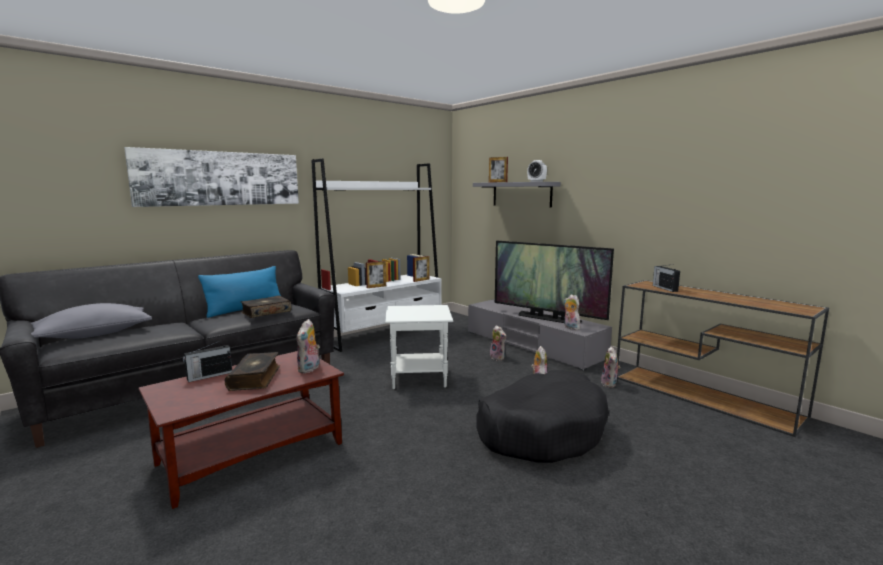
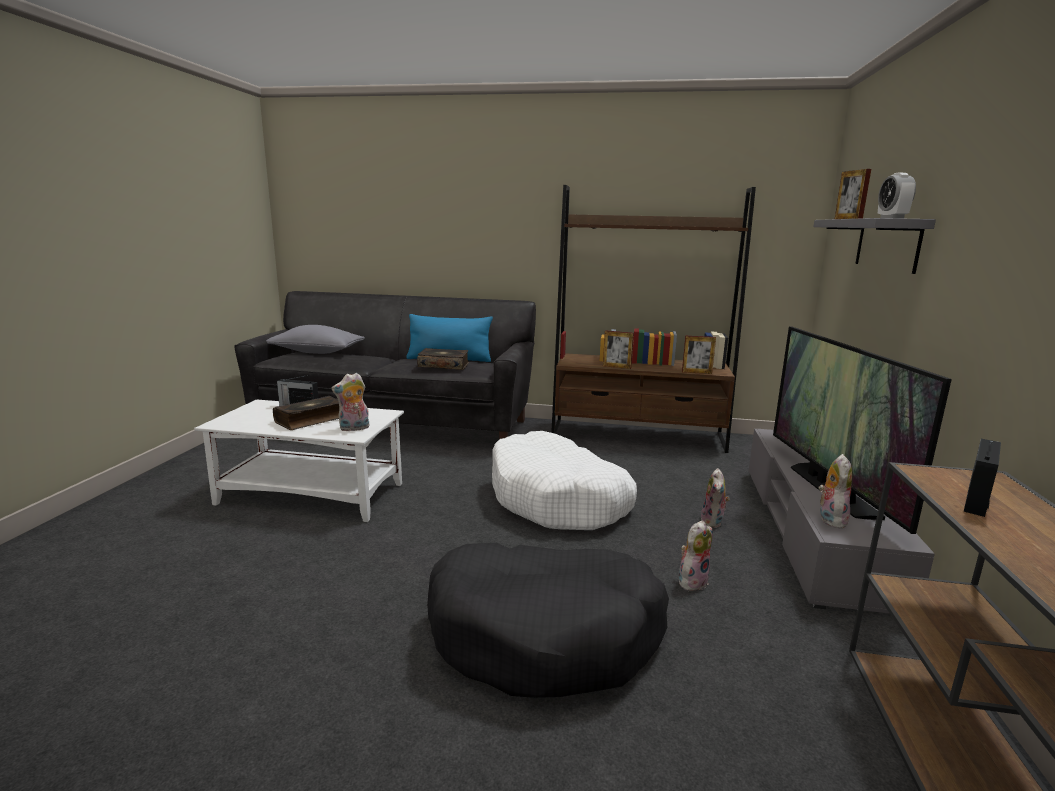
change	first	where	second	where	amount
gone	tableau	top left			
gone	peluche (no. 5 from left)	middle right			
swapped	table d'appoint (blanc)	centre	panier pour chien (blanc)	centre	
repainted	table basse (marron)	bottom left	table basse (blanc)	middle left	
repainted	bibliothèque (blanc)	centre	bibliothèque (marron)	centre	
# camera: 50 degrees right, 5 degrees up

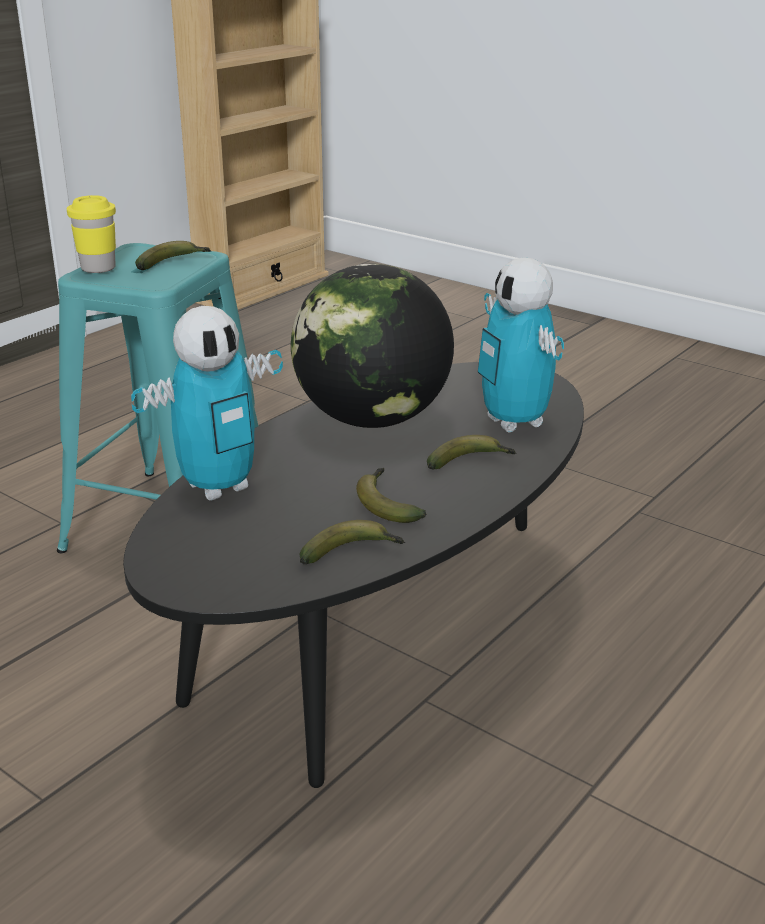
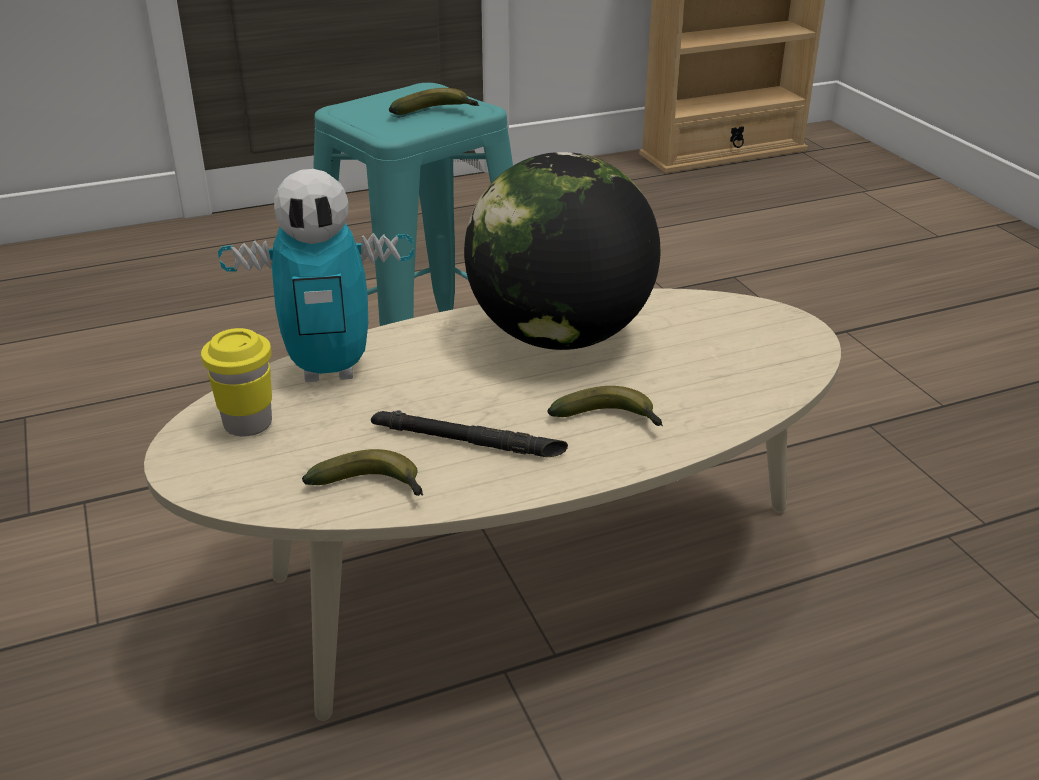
change	first	where	second	where	amount
gone	robot jouet (no. 2 from left)	middle right			
shifted	tasse (jaune)	top left		middle left	
swapped	banane (no. 3 from left)	centre	lampe de poche (noir)	centre	
repainted	table basse (noir)	centre	table basse (beige)	centre	
# camera: 30 degrees right, 5 degrees up

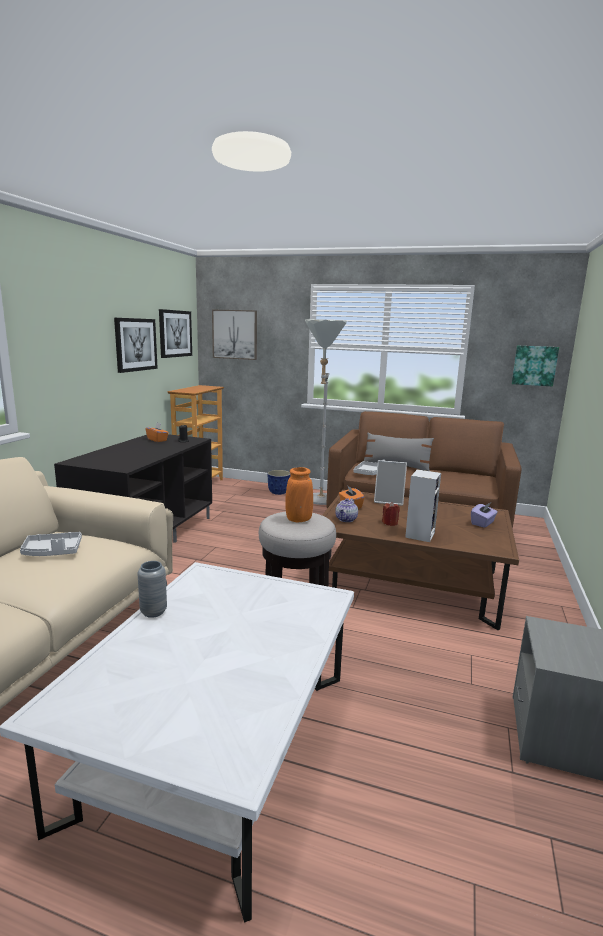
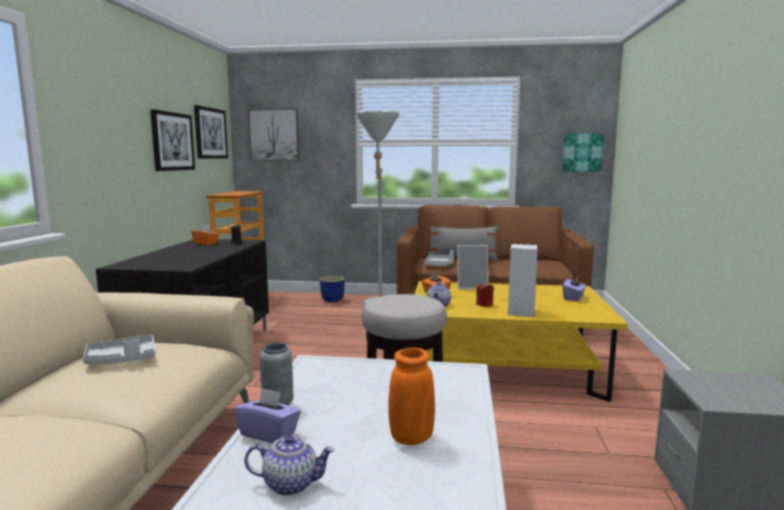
change	first	where	second	where	amount
new			boîte à mouchoirs (violet) (no. 1 from left)	bottom centre	
new			théière (no. 1 from left)	bottom centre	
shifted	vase (orange)	centre		bottom centre	
repainted	table basse (marron)	middle right	table basse (jaune)	bottom centre	
# camera: 10 degrees left, 5 degrees down

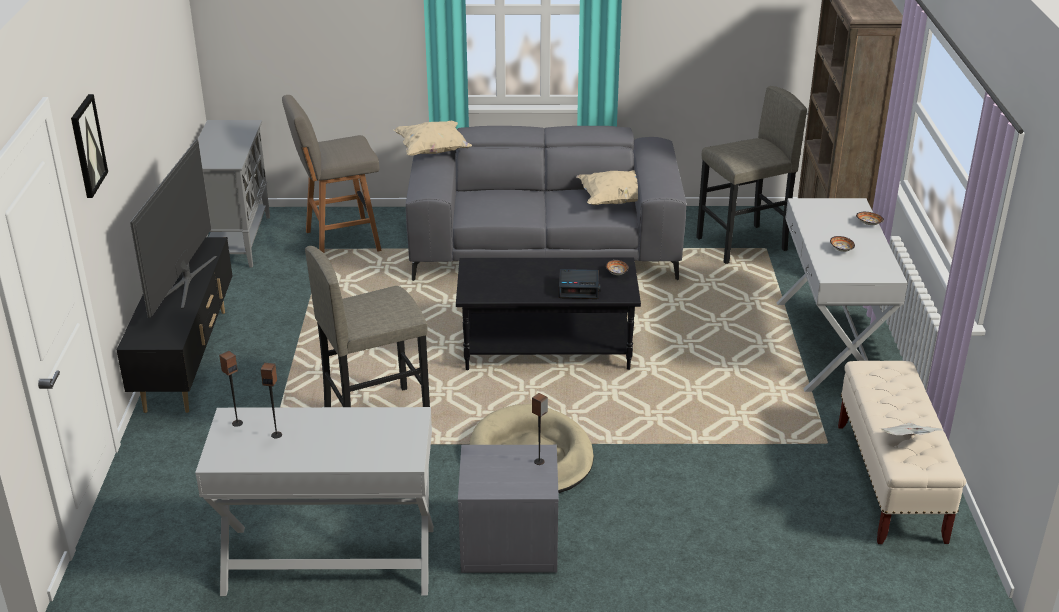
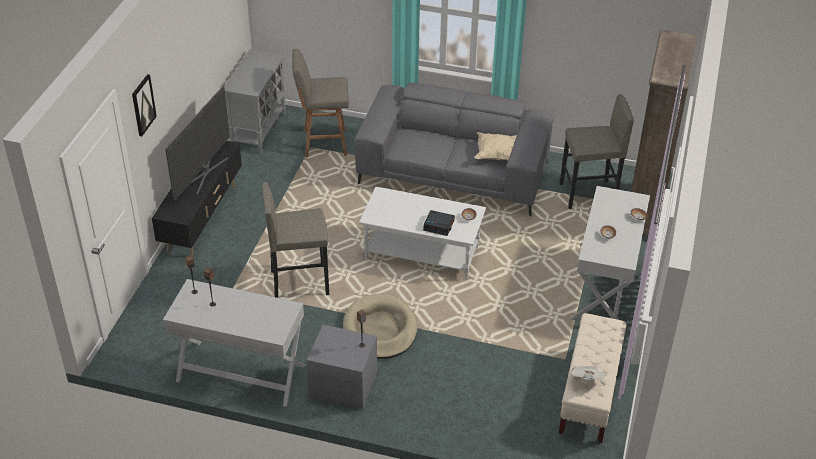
change	first	where	second	where	amount
gone	coussin (beige) (no. 1 from left)	top centre			
repainted	table basse (noir)	centre	table basse (blanc)	centre	
# camera: 15 degrees right, 10 degrees up

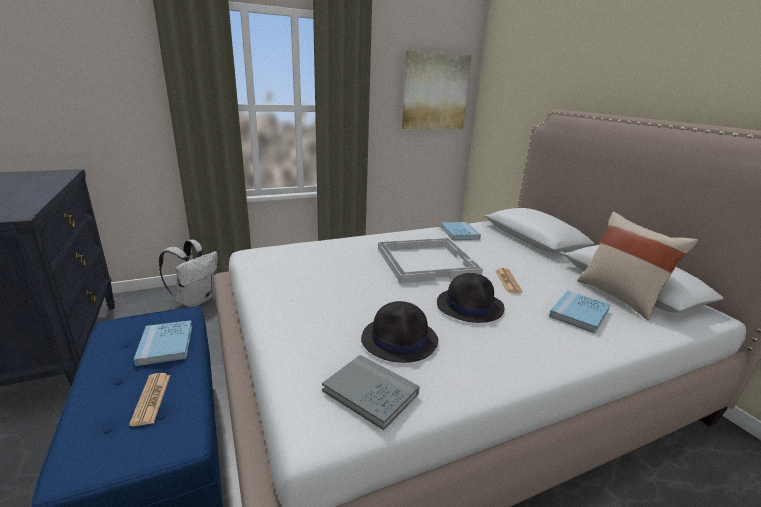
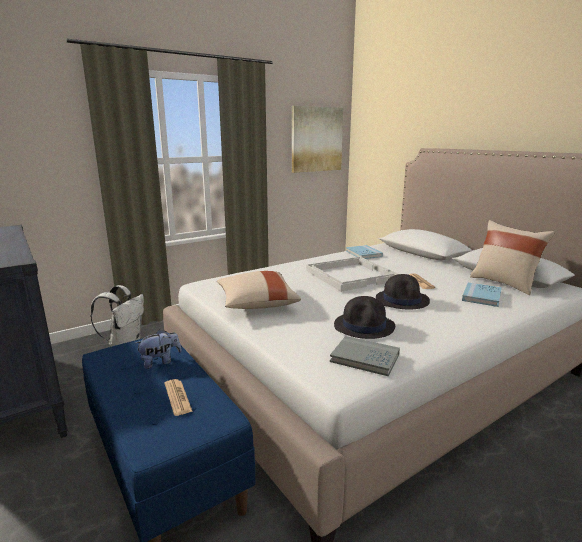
change	first	where	second	where	amount
new			coussin (beige) (no. 1 from left)	centre	
swapped	livre (bleu) (no. 1 from left)	bottom left	peluche	middle left	
# camera: 10 degrees left, 5 degrees down

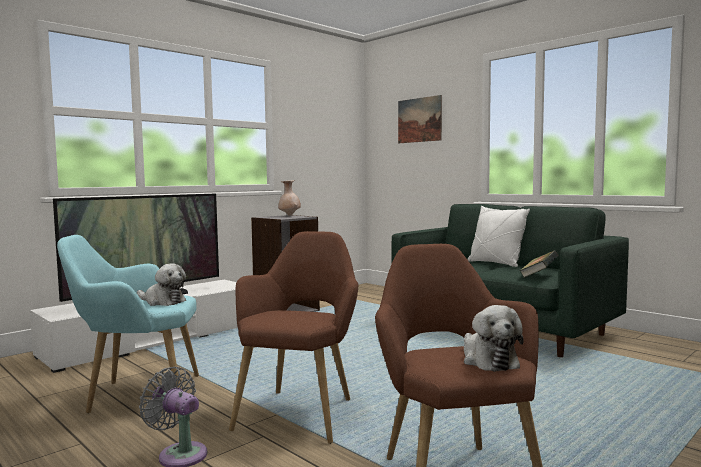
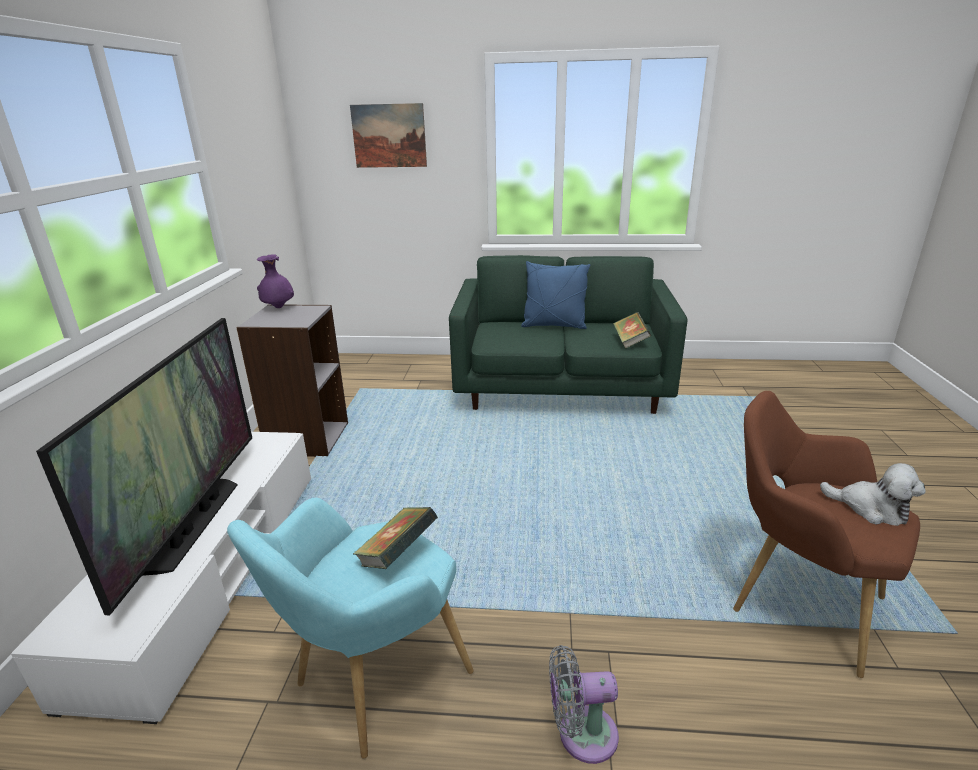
change	first	where	second	where	amount
gone	fauteuil (marron) (no. 1 from left)	bottom centre			
swapped	peluche (no. 1 from left)	middle left	livre (no. 1 from left)	bottom centre	
repainted	vase (beige)	centre	vase (violet)	middle left	
repainted	coussin (blanc)	middle right	coussin (bleu)	centre	
# camera: 40 degrees left, 20 degrees up

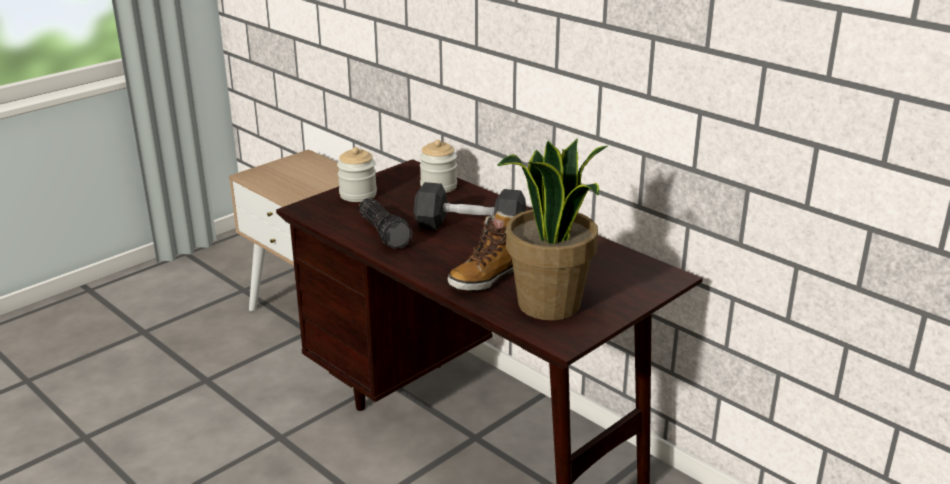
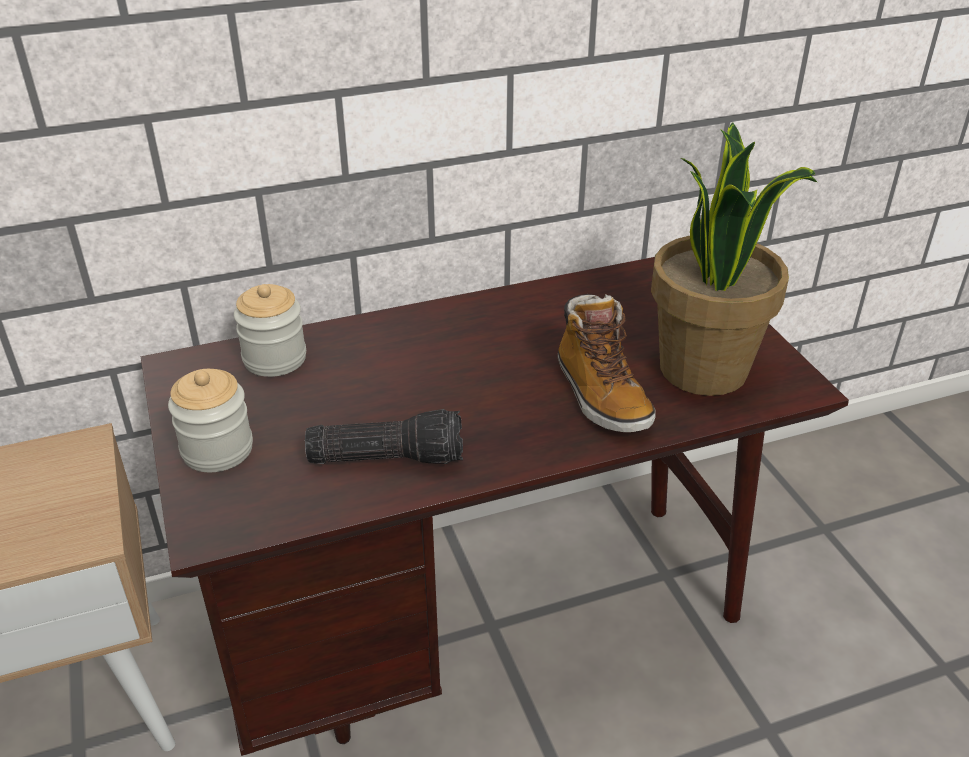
change	first	where	second	where	amount
gone	haltère (noir)	centre			
# camera: 65 degrees left, 10 degrees up

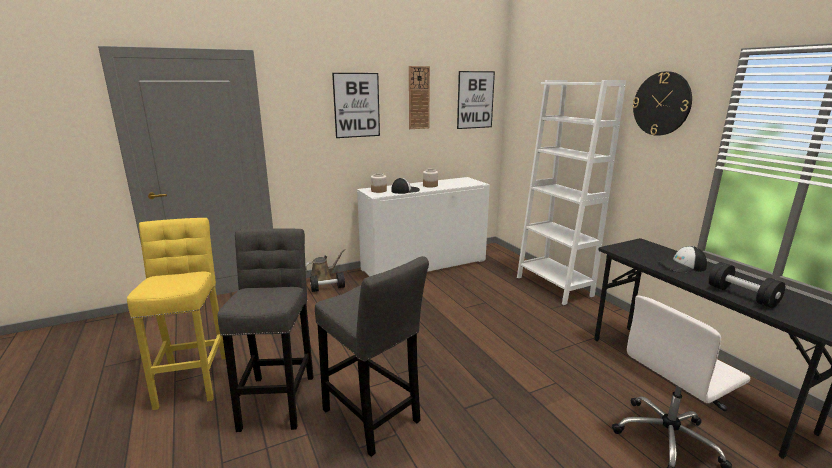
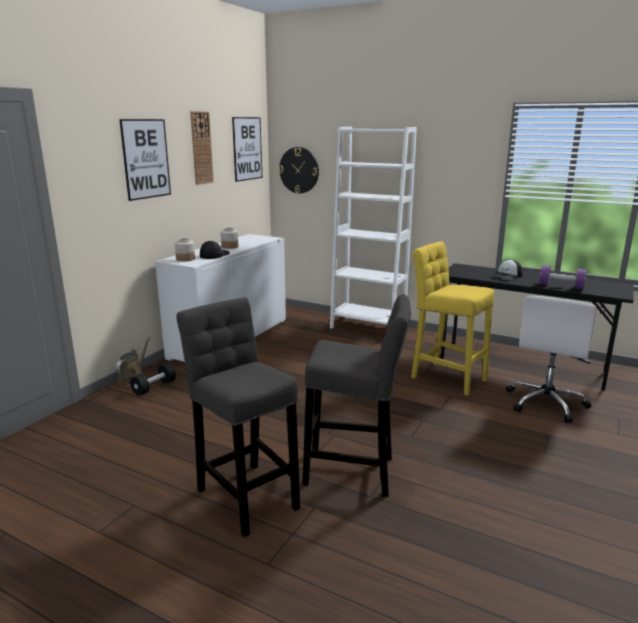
change	first	where	second	where	amount
shifted	tabouret (jaune)	bottom left		middle right	
shifted	horloge murale (no. 2 from left)	top right		top centre	
repainted	haltère (noir) (no. 2 from left)	middle right	haltère (violet)	middle right	
# camera: 35 degrees left, 0 degrees up

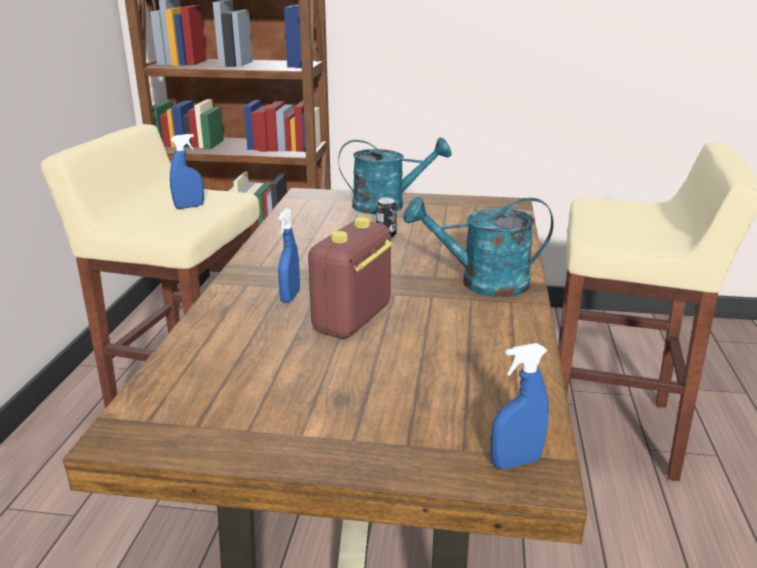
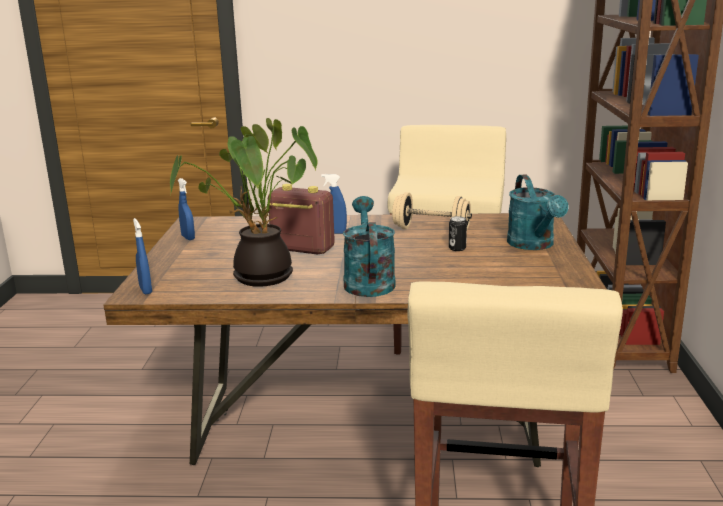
change	first	where	second	where	amount
new			plante en pot	centre	
new			haltère (beige)	centre	
shifted	vaporisateur (bleu) (no. 1 from left in the first image)	top left	vaporisateur (bleu) (no. 2 from left)	middle left	
# camera: 85 degrees right, 5 degrees down

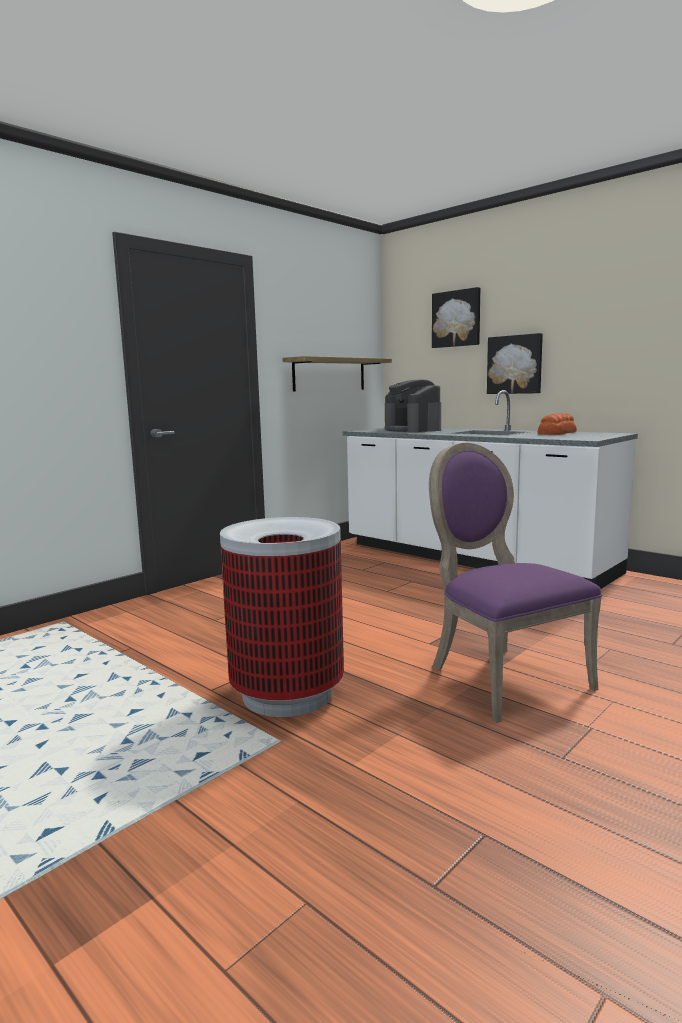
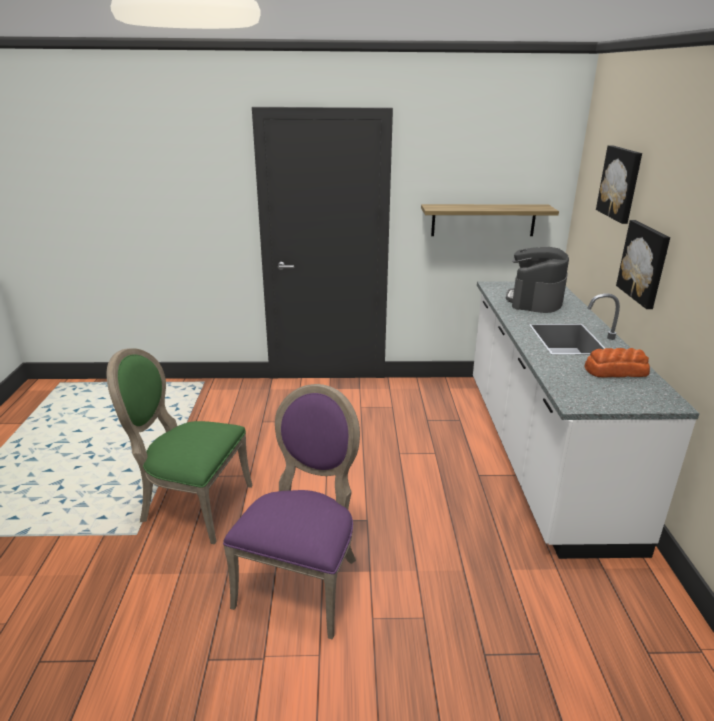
change	first	where	second	where	amount
swapped	poubelle	centre	chaise (vert)	middle left	
# camera: 45 degrees right, 15 degrees up

